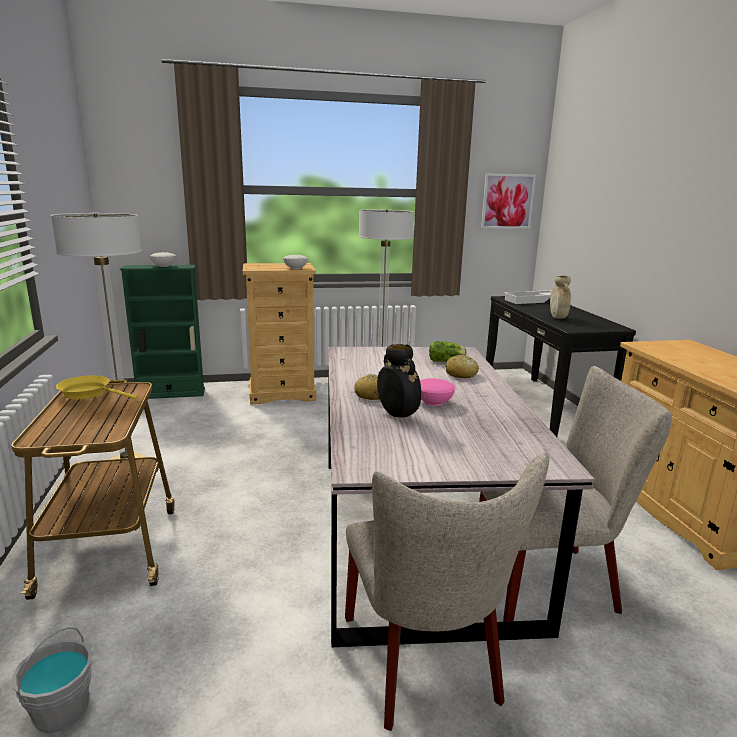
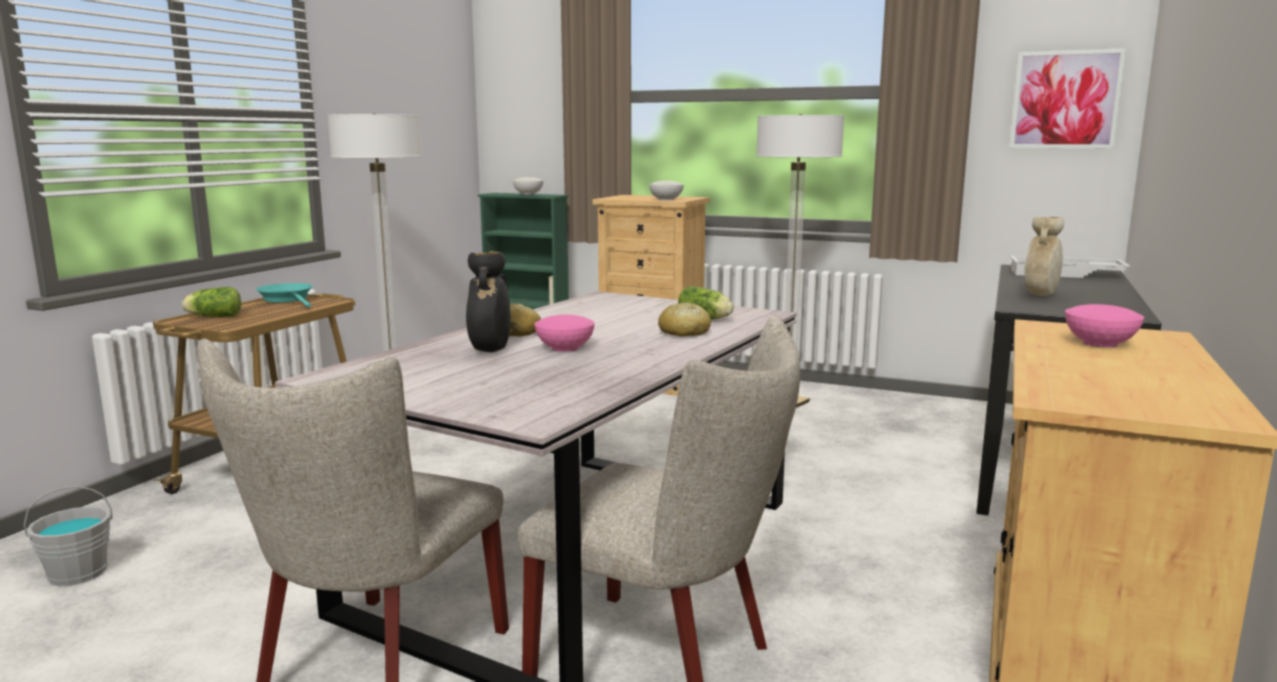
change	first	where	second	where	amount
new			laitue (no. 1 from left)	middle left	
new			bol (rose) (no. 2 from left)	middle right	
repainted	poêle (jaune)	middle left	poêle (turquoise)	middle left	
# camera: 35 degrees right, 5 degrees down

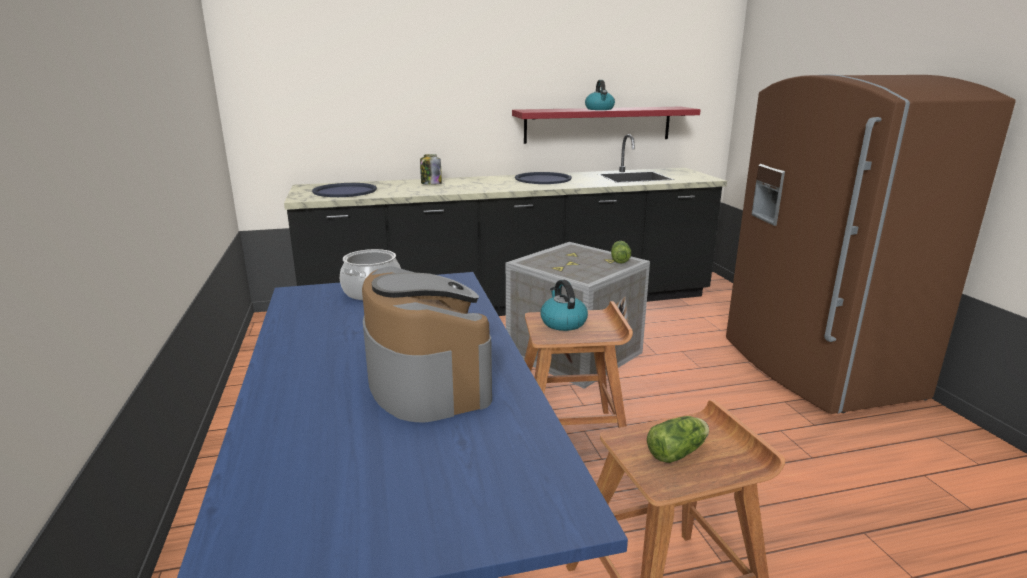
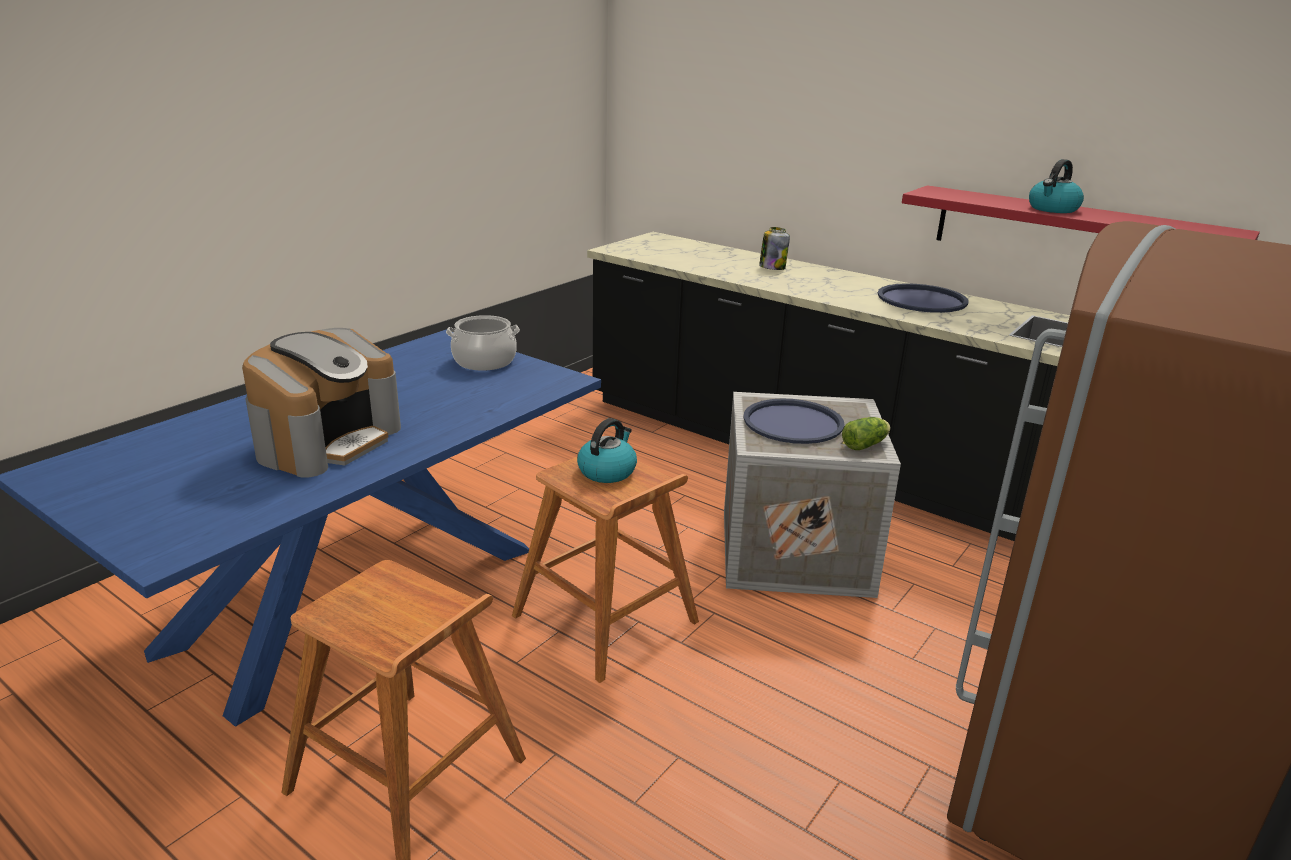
change	first	where	second	where	amount
gone	laitue (no. 2 from left)	bottom centre			
shifted	plateau (bleu) (no. 1 from left)	top centre		centre	
# camera: 50 degrees right, 5 degrees up

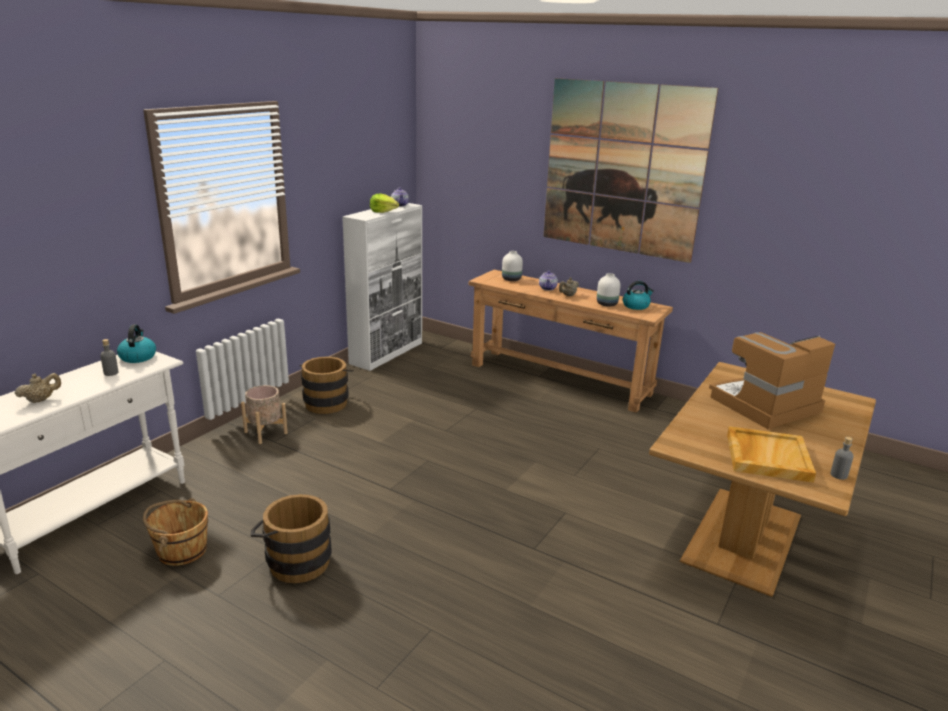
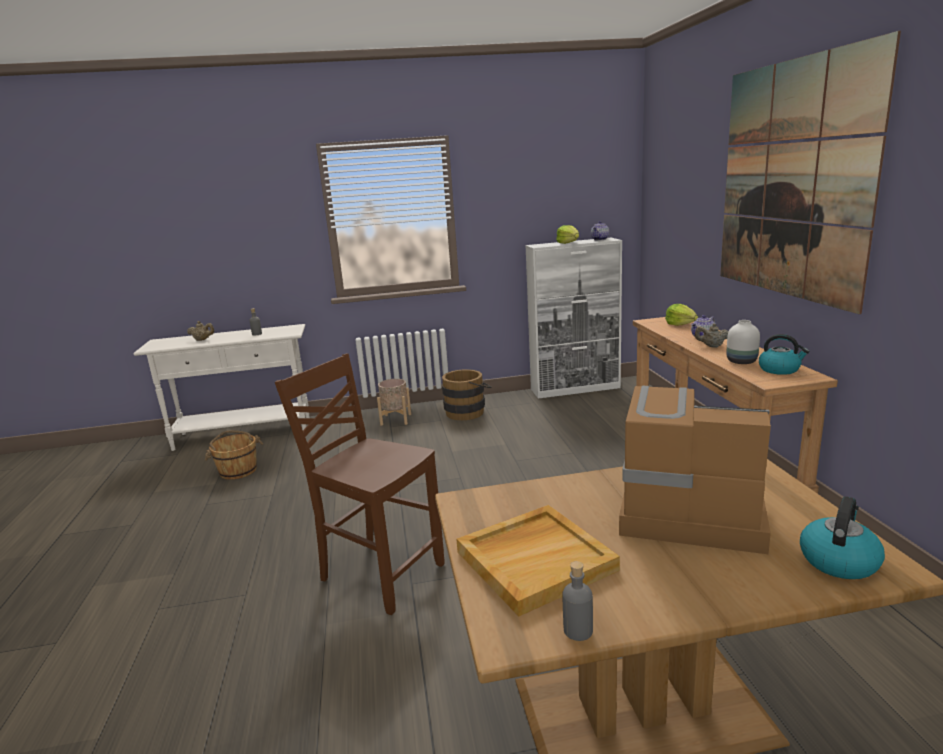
change	first	where	second	where	amount
gone	seau (marron) (no. 2 from left)	bottom left			
new			chaise (marron)	centre	
shifted	bouilloire (no. 1 from left in the first image)	middle left	bouilloire (no. 2 from left)	bottom right	
swapped	vase (blanc) (no. 1 from left)	centre	laitue (no. 2 from left)	middle right	
# camera: 50 degrees right, 5 degrees down

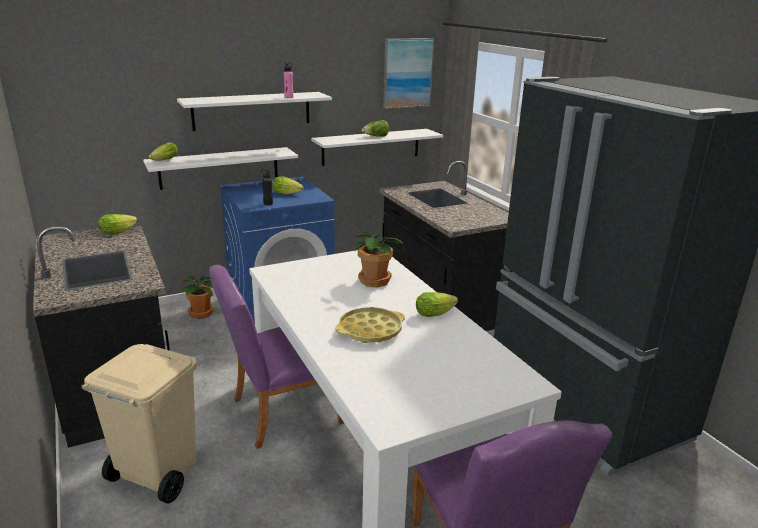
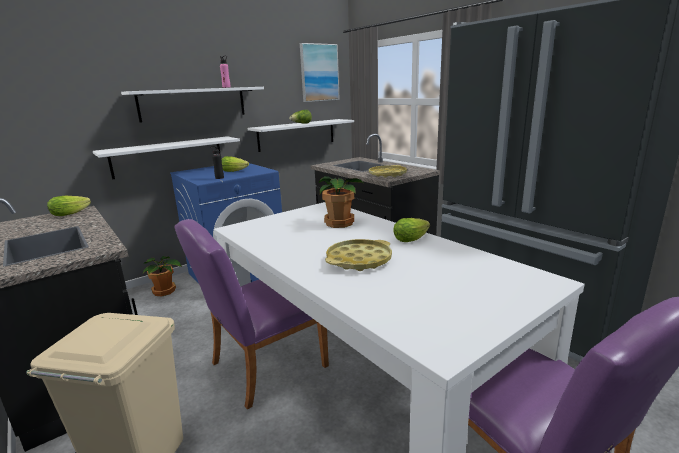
change	first	where	second	where	amount
gone	laitue (no. 2 from left)	top left			
new			plateau (jaune) (no. 2 from left)	centre	
# camera: 10 degrees left, 5 degrees down

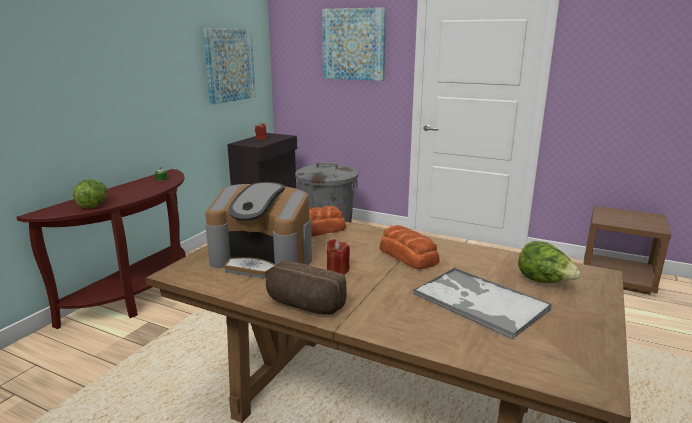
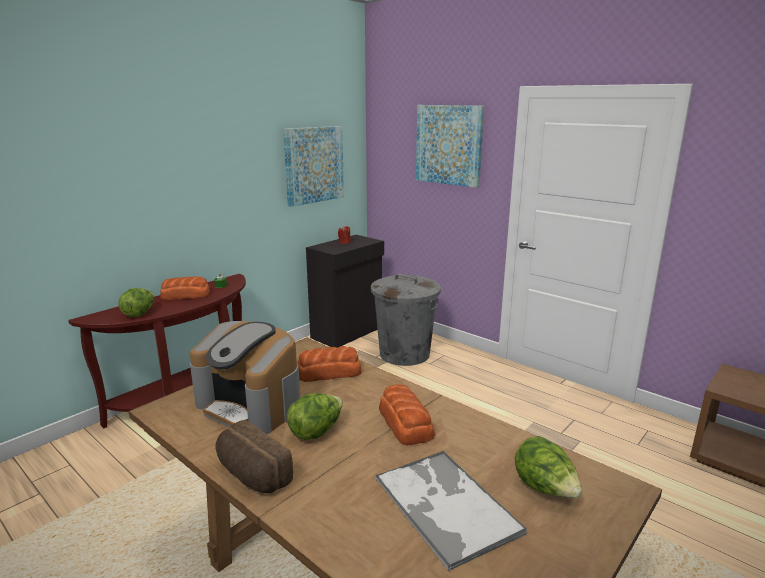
change	first	where	second	where	amount
new			pain (no. 1 from left)	middle left	
swapped	bougie (rouge) (no. 2 from left)	centre	laitue (no. 2 from left)	bottom centre	
# camera: 15 degrees right, 0 degrees up

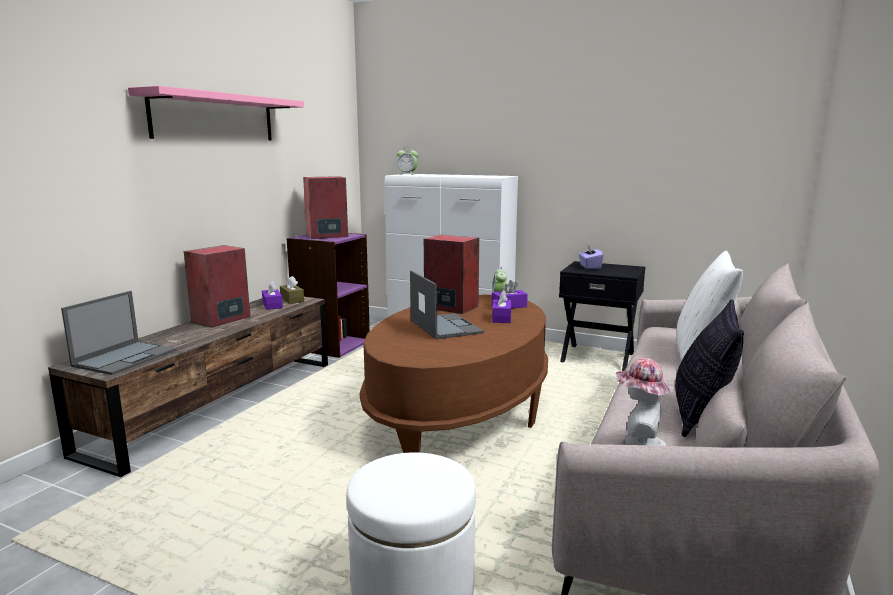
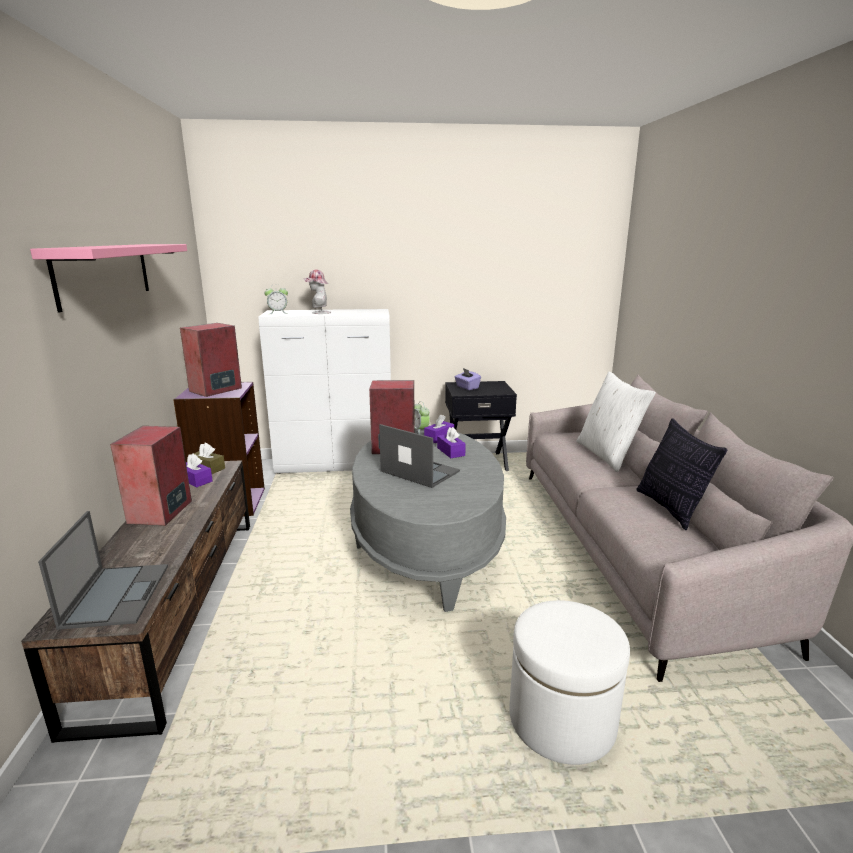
change	first	where	second	where	amount
shifted	chapeau	bottom right		centre	
repainted	table basse (marron)	centre	table basse (gris)	centre	
# camera: 30 degrees left, 5 degrees up

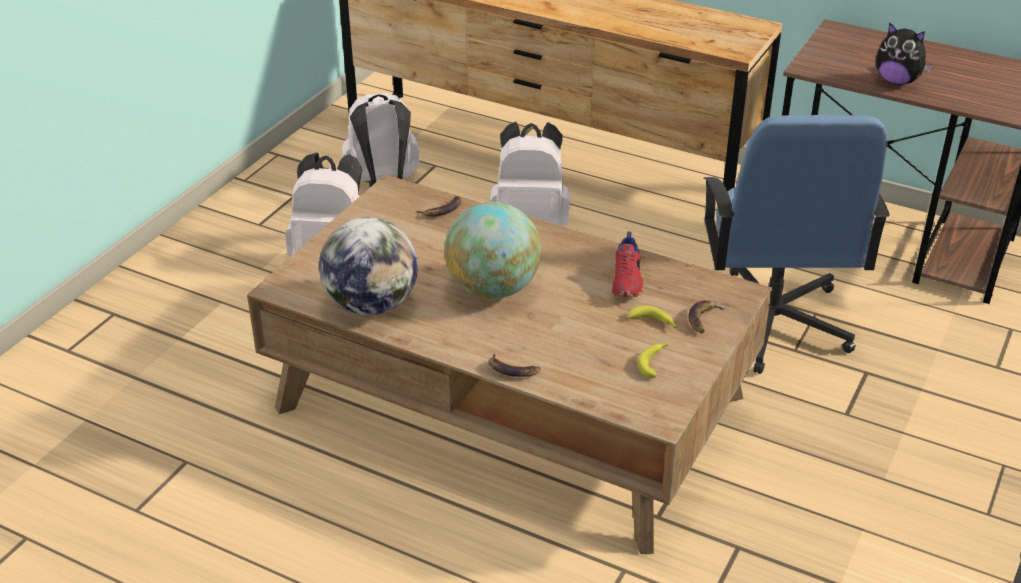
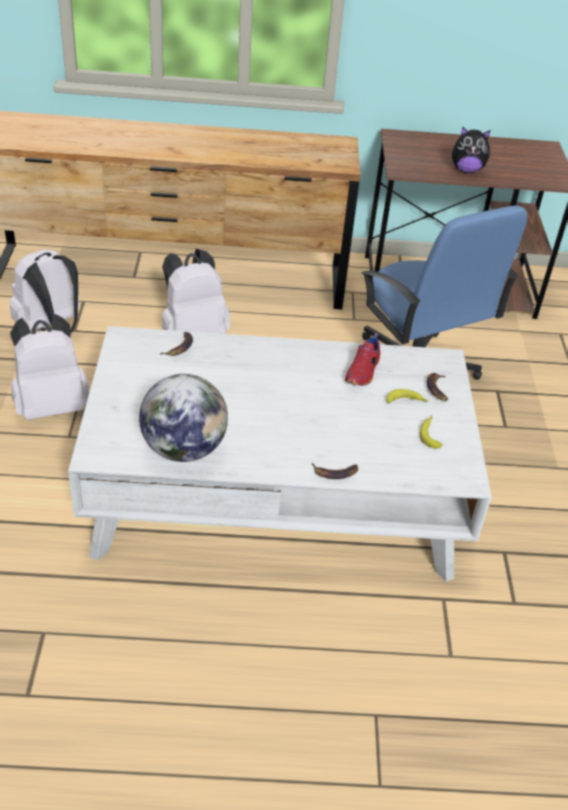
change	first	where	second	where	amount
gone	globe (no. 2 from left)	centre			
repainted	table basse (marron)	centre	table basse (blanc)	centre	
rotated	chaussure (rouge)	centre		centre	45 degrees clockwise
# camera: 30 degrees left, 5 degrees up

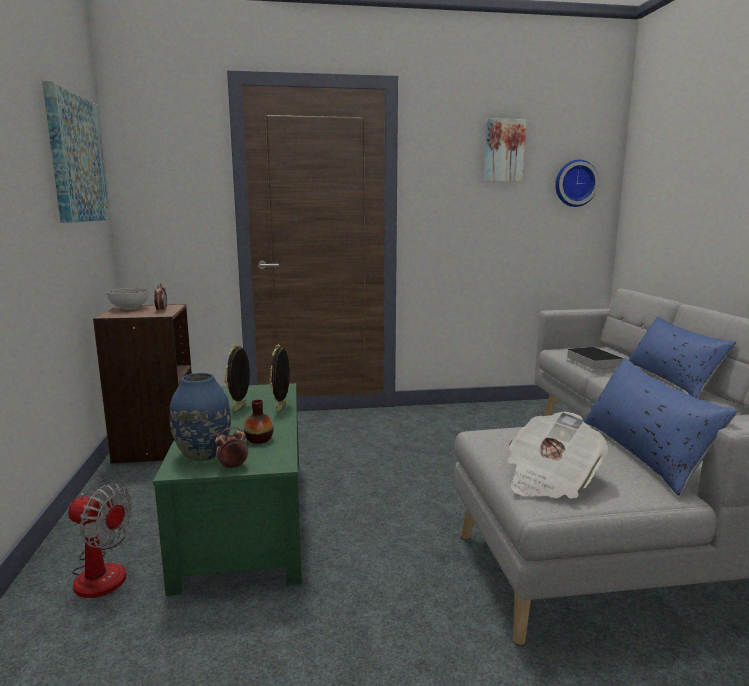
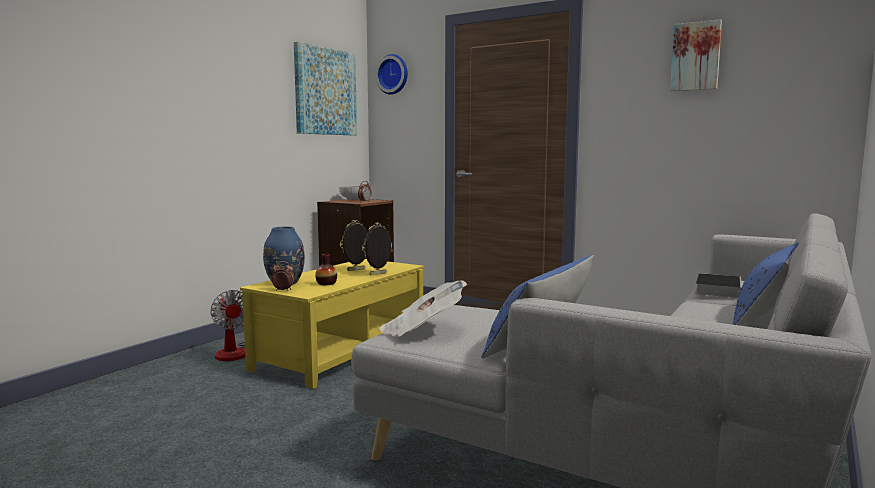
change	first	where	second	where	amount
shifted	horloge murale	top right		top centre	
repainted	table basse (vert)	bottom left	table basse (jaune)	centre	
# camera: 40 degrees right, 5 degrees down

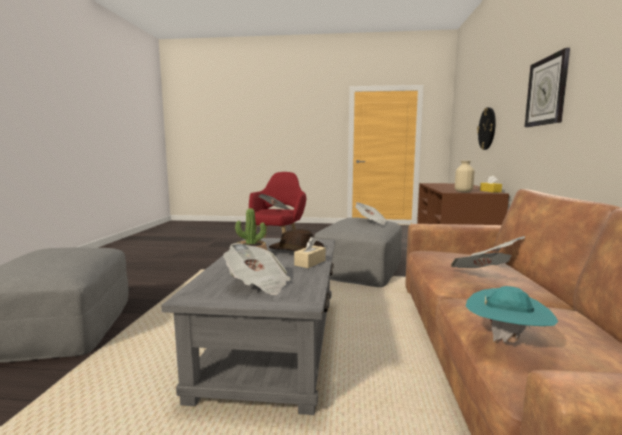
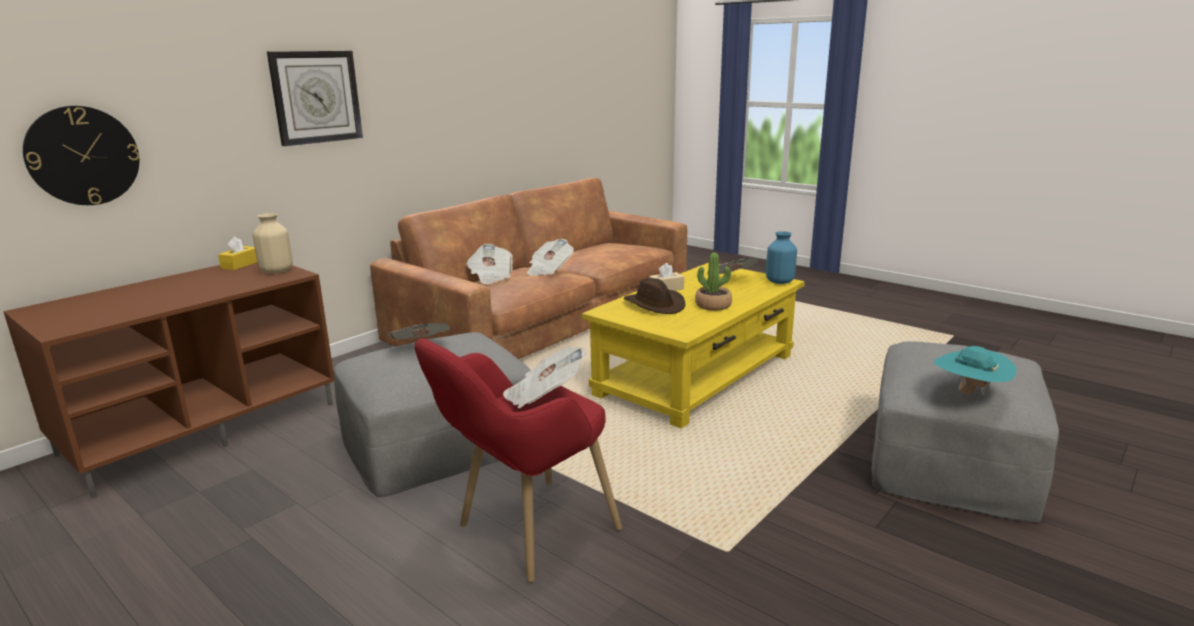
change	first	where	second	where	amount
new			vase (bleu)	centre	
shifted	chapeau (turquoise)	bottom right		middle right	
repainted	table basse (gris)	bottom centre	table basse (jaune)	centre	
# camera: 145 degrees left, 10 degrees up

